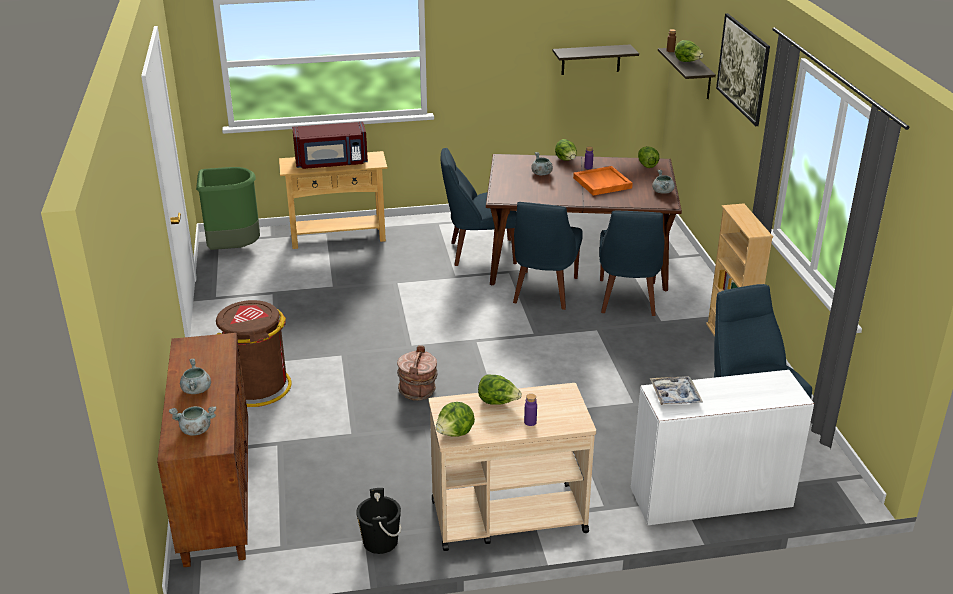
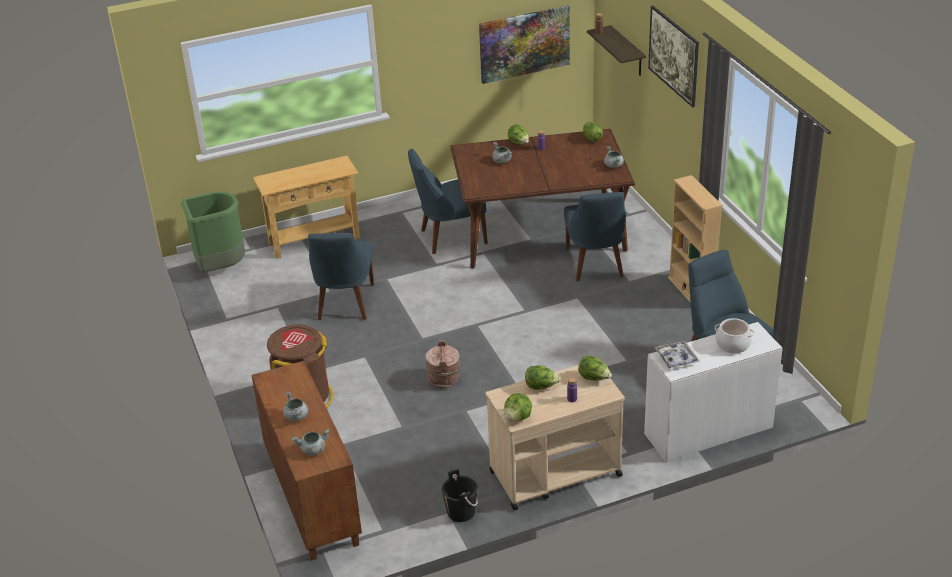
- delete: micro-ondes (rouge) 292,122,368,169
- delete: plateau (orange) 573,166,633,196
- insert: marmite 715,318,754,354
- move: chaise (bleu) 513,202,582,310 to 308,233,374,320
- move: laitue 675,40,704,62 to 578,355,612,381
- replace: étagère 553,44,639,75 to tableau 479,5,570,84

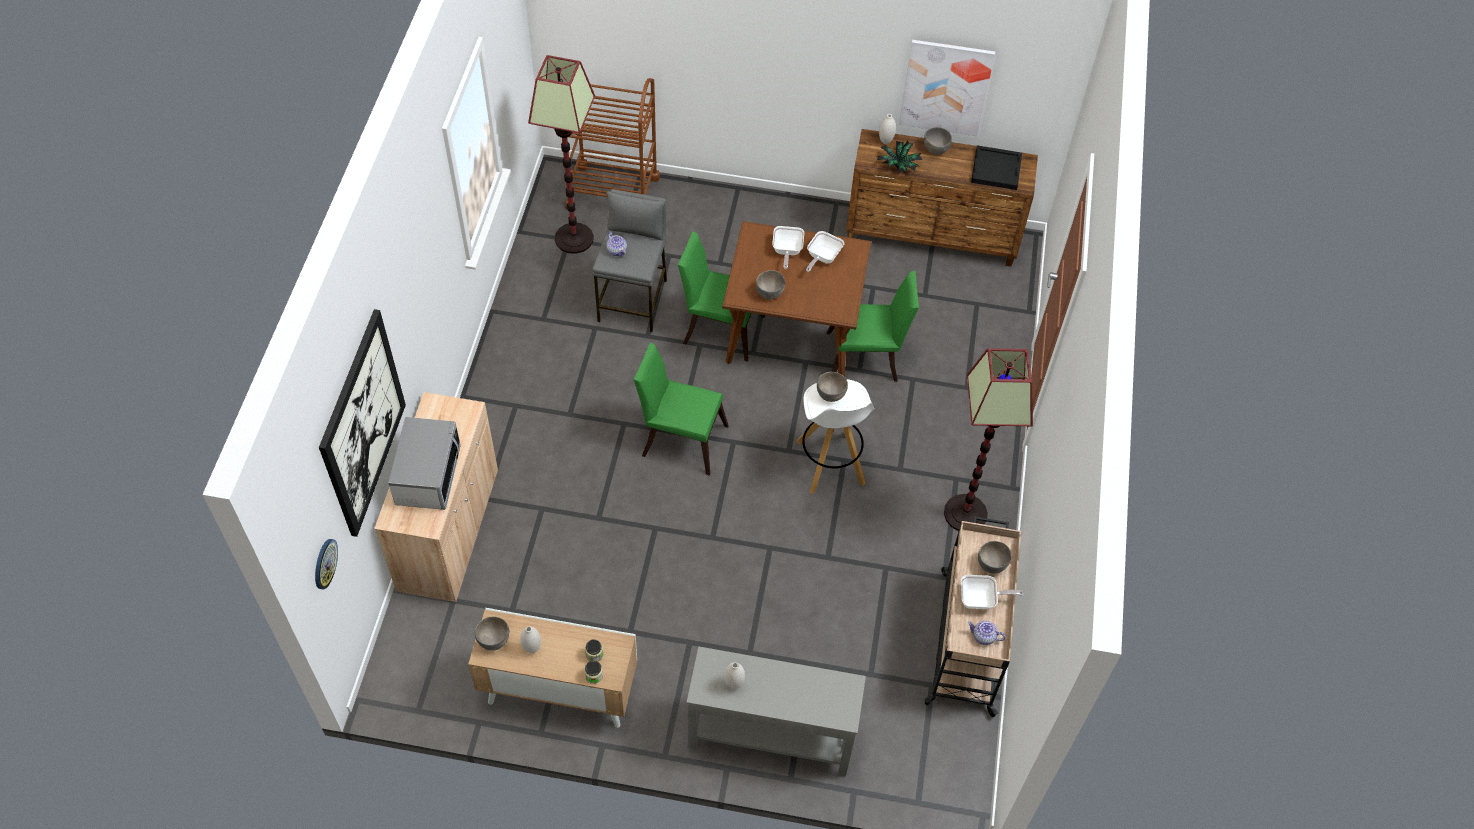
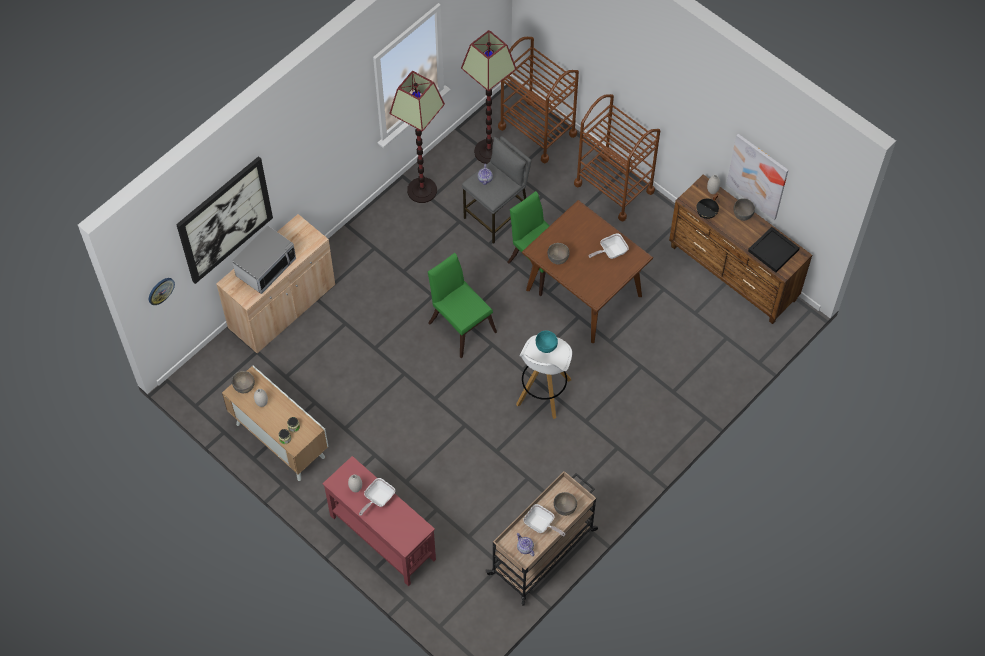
- delete: chaise (vert) 826,271,919,381
- insert: chariot (marron) 574,94,660,222
- move: poêle 772,226,804,269 to 359,478,395,516
- move: lampadaire 944,348,1033,531 to 389,71,445,203
- replace: plante en pot 877,140,922,173 to marmite (noir) 696,193,719,219
- recolor: table console (gris) 686,646,866,776 to table console (rouge) 323,456,436,587
- recolor: bol (gris) 817,372,848,402 to bol (turquoise) 536,331,558,353

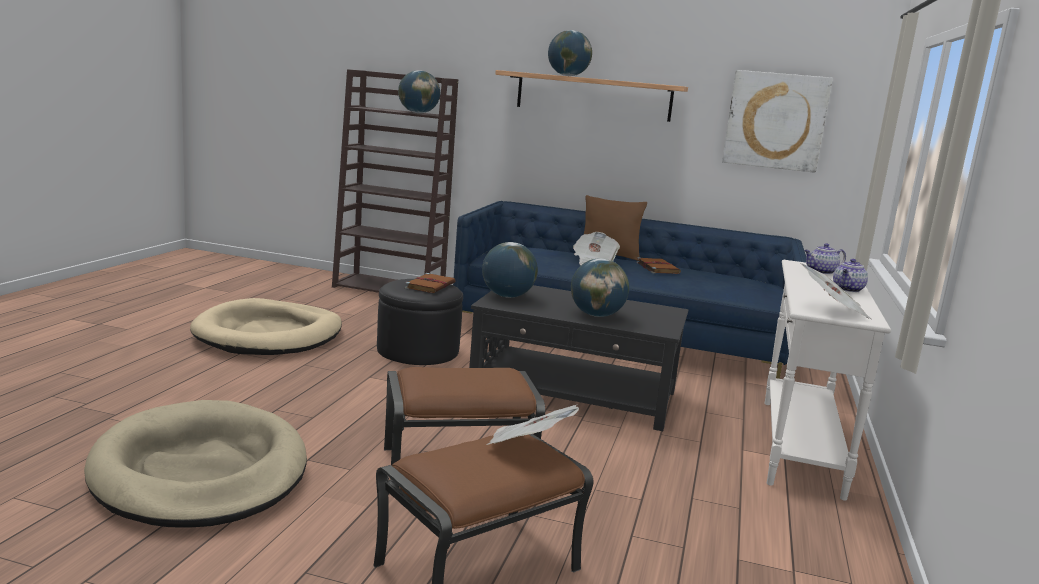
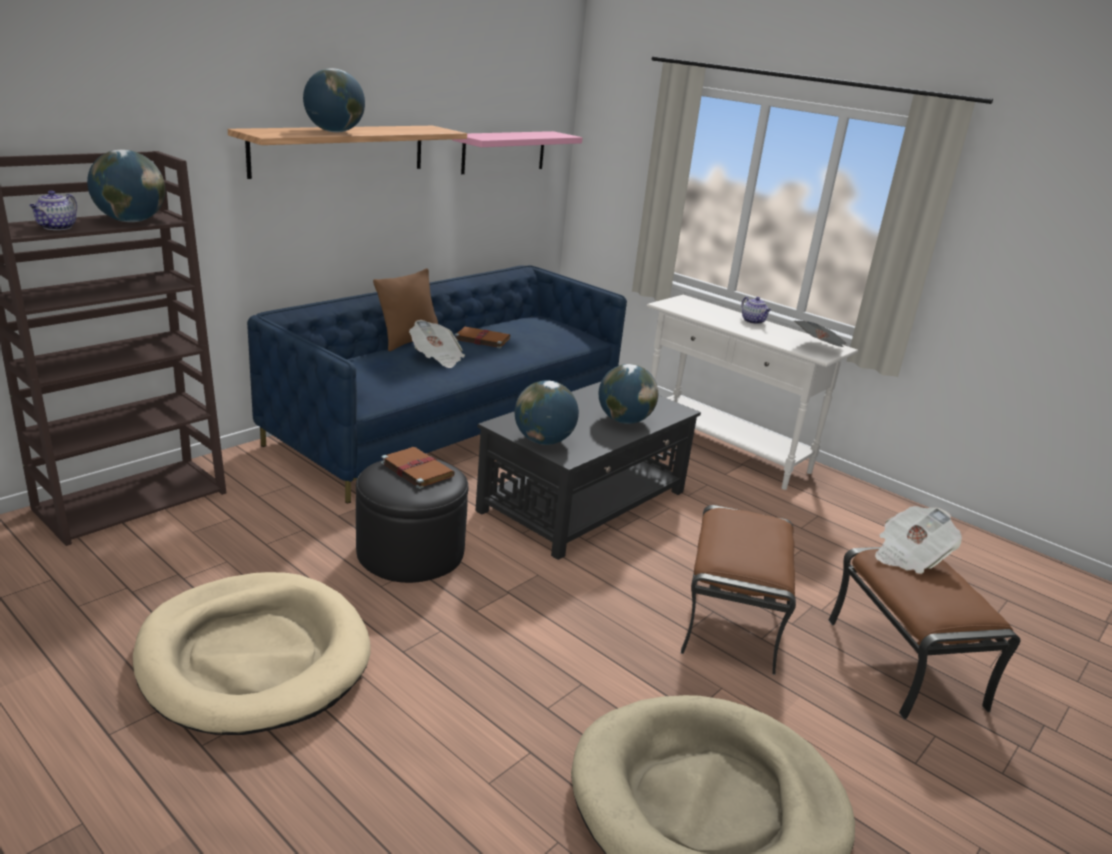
- move: théière 804,243,846,274 to 29,191,77,230
- replace: tableau 722,70,833,173 to étagère (rose) 452,131,583,174

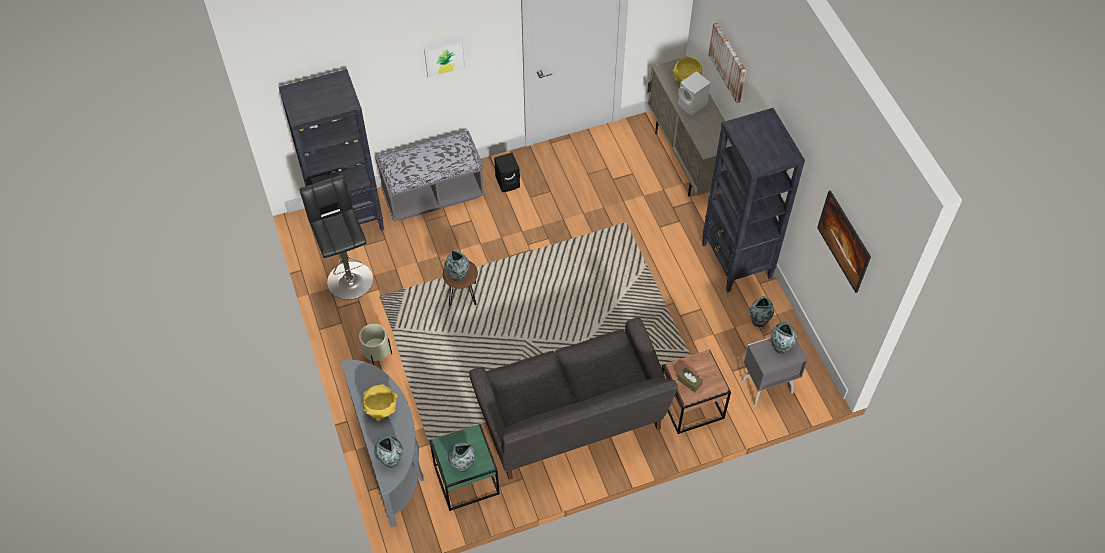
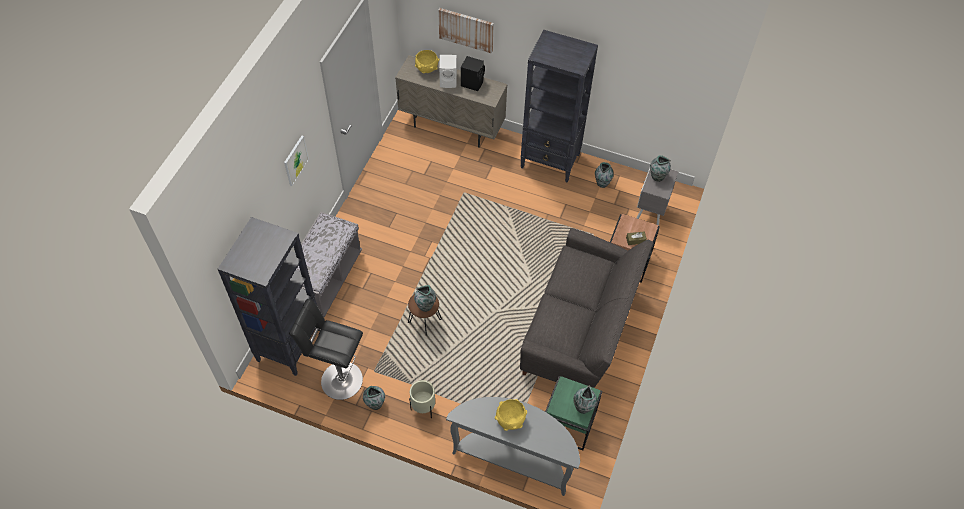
- delete: tableau 817,190,871,293
- move: vase 374,436,403,468 to 363,386,385,410
- move: enceinte (noir) 494,153,520,192 to 461,56,485,91

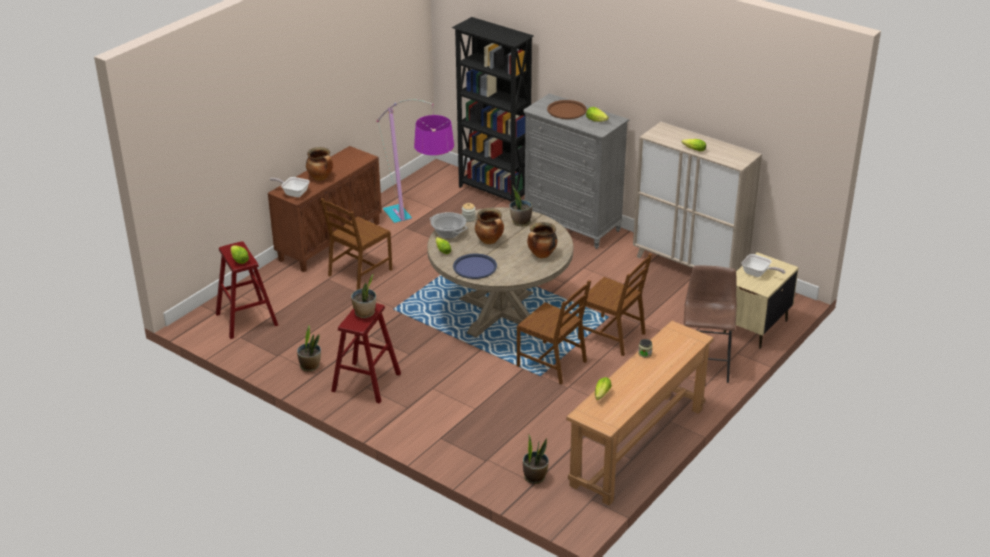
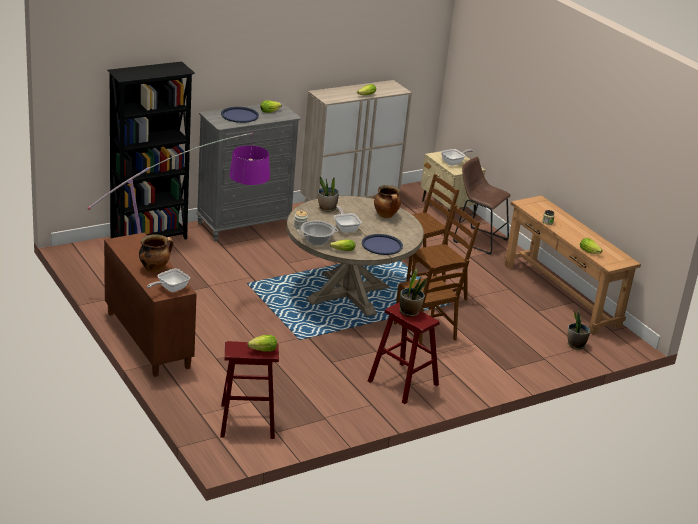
- delete: plante en pot 297,326,321,372
- move: chaise (marron) 321,198,392,290 to 394,259,469,345
- replace: marmite 475,208,504,244 to poêle 334,206,361,233
- recolor: plateau (marron) 547,100,587,119 to plateau (bleu) 221,107,259,123

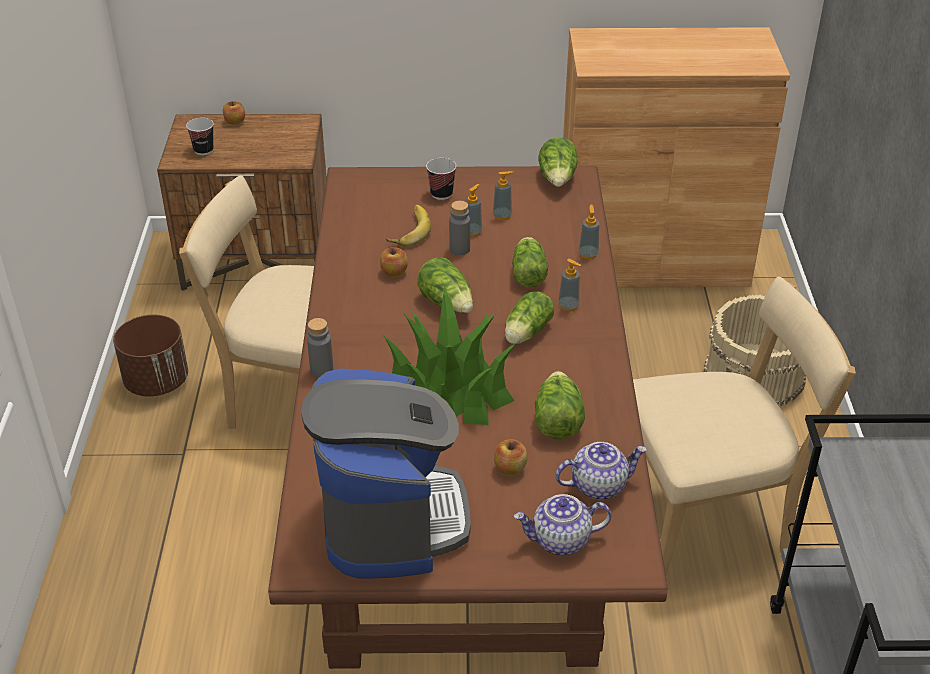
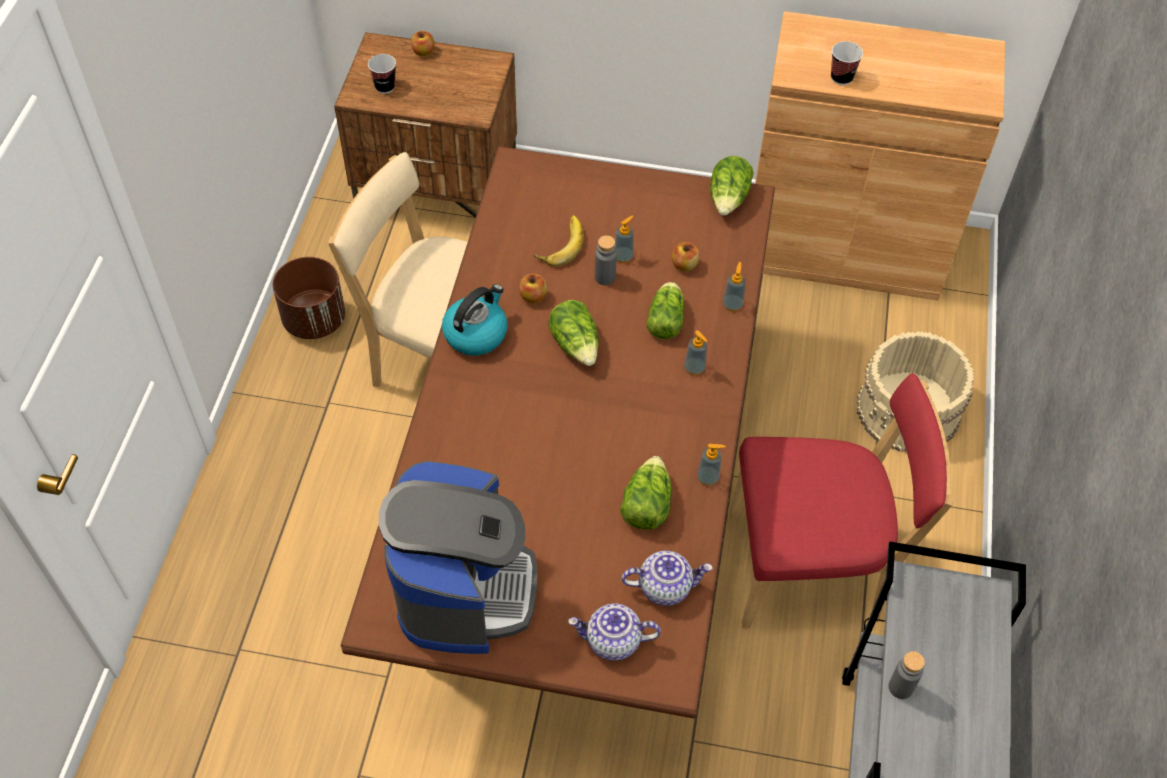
- delete: plante en pot 383,284,516,425
- delete: laitue 505,291,554,344
- insert: bouilloire 442,284,508,355
- move: bouteille (gris) 307,318,333,377 to 889,651,925,699
- move: tasse 426,158,456,200 to 831,41,863,85
- move: distributeur de savon 493,171,514,220 to 697,444,726,486
- move: pomme 494,439,527,476 to 672,242,699,272
- recolor: chaise (beige) 633,276,856,575 to chaise (rouge) 729,373,954,629

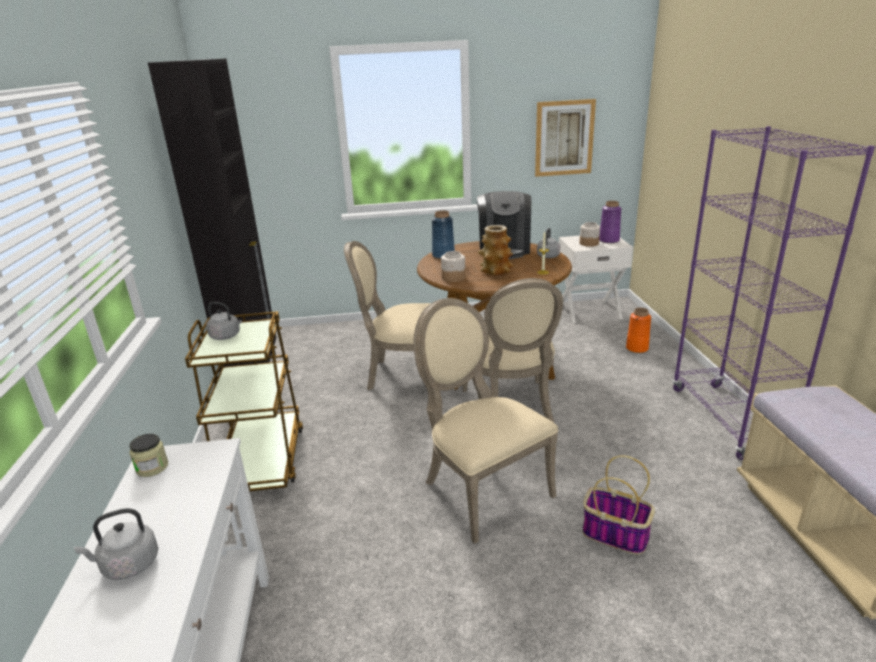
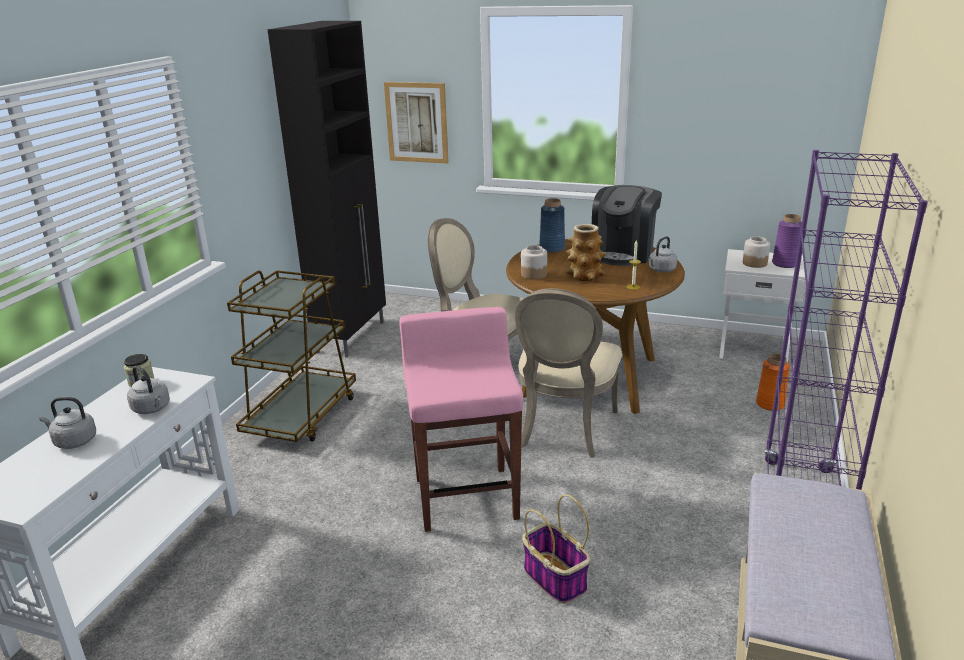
- move: bouilloire (gris) 206,302,242,340 to 127,366,170,414
- move: tableau 535,99,596,177 to 384,82,449,164
- replace: chaise (beige) 413,298,559,544 to tabouret (rose) 399,307,523,532

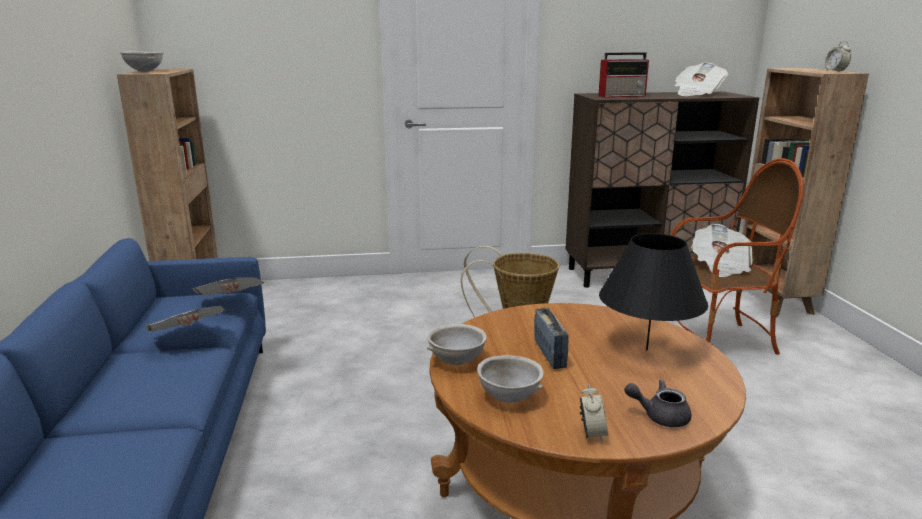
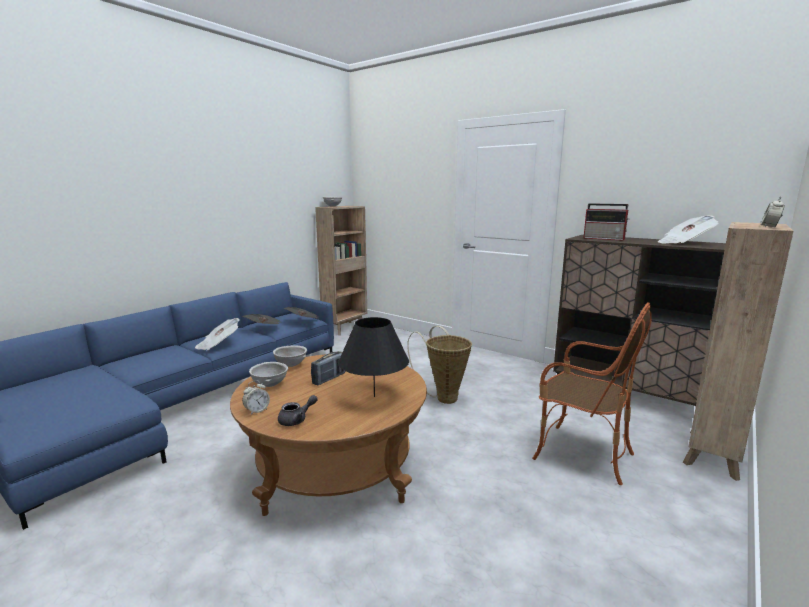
- move: journal 691,224,753,277 to 195,318,240,350
- rotate: théière (gris) 624,380,692,427 = 278,395,318,426 90 degrees clockwise

